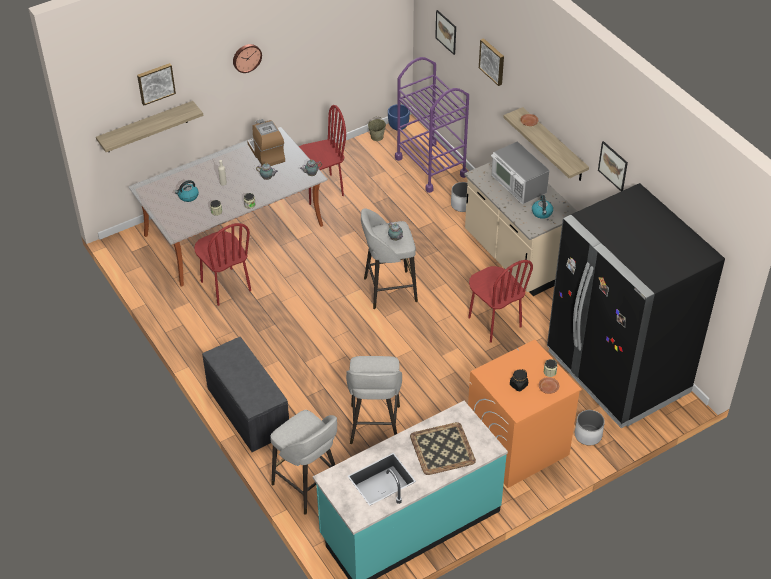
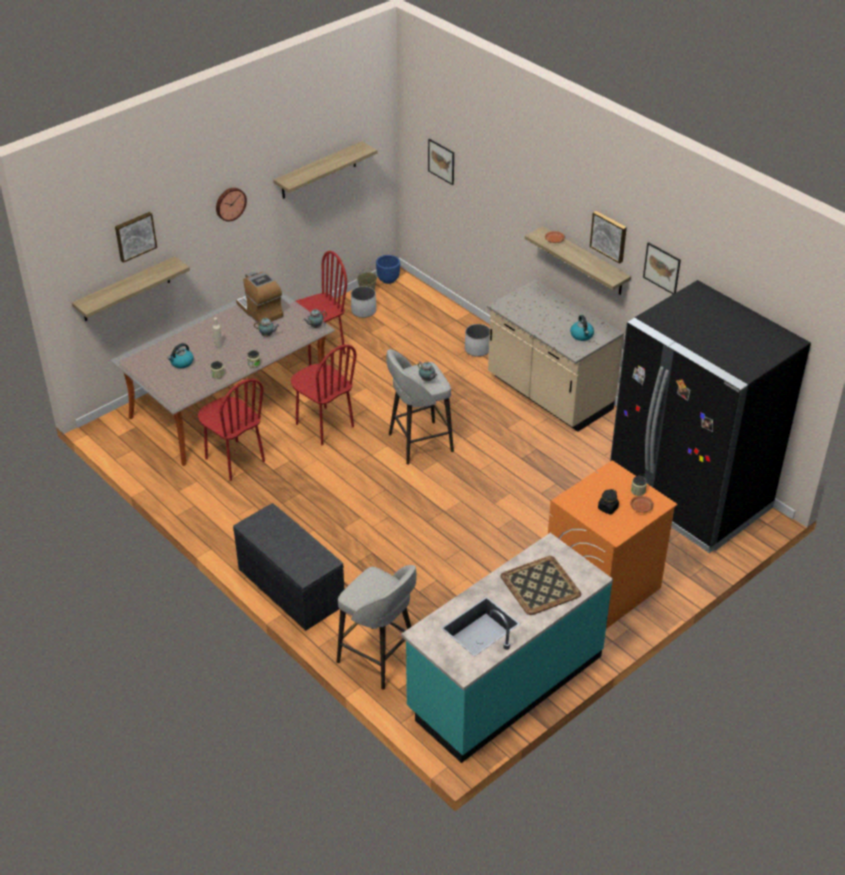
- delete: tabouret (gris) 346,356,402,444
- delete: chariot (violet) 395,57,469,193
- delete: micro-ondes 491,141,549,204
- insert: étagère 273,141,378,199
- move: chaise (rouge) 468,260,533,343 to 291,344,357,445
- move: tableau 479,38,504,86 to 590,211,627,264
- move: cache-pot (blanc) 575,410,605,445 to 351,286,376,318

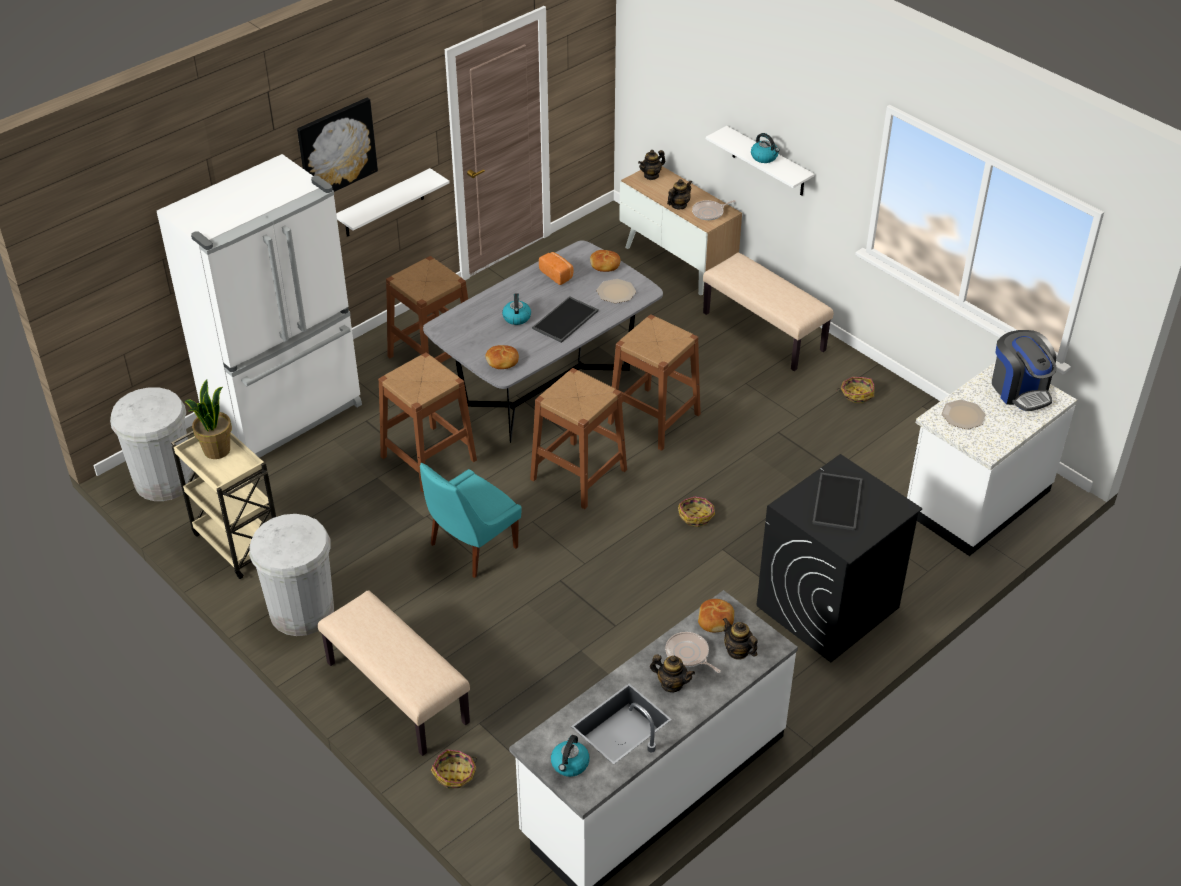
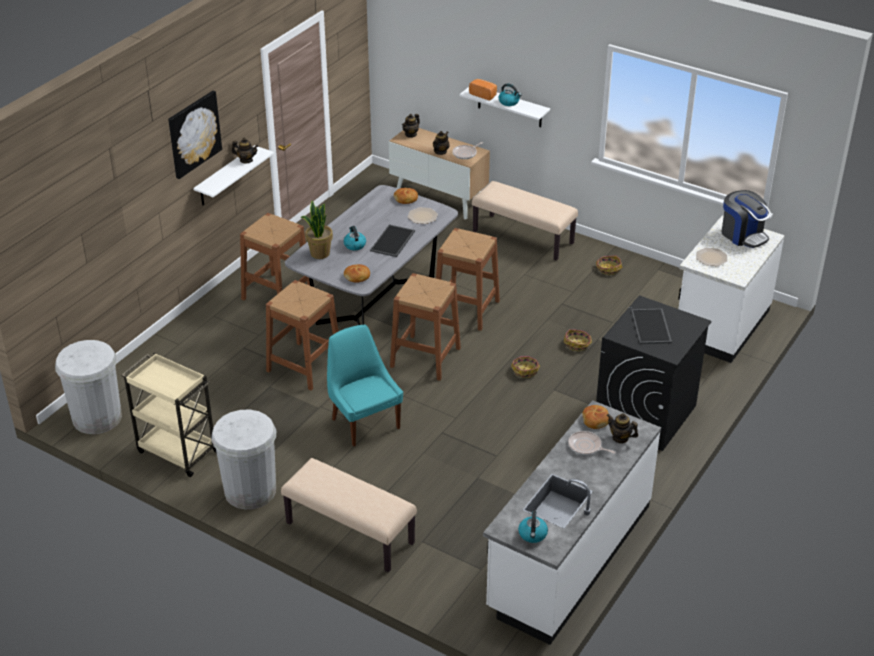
- delete: réfrigérateur (blanc) 157,154,362,458
- move: plante en pot 185,380,232,459 to 300,200,333,259
- move: panier 431,749,477,789 to 564,329,592,351
- move: pain 539,252,574,285 to 469,79,497,100
- move: théière 650,654,695,693 to 231,138,259,163
- rotate: chaise (turquoise) 420,463,521,578 = 327,325,403,447 120 degrees clockwise

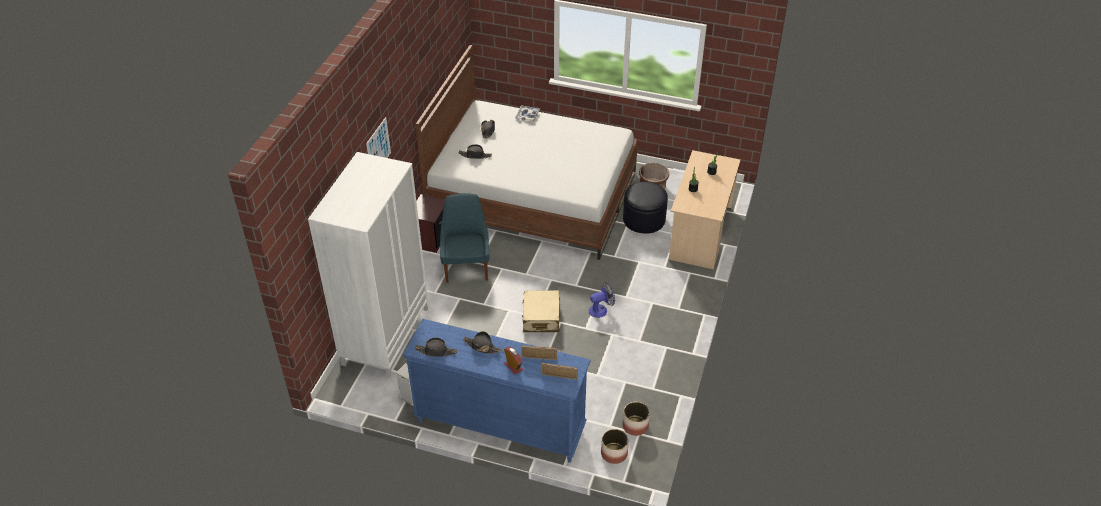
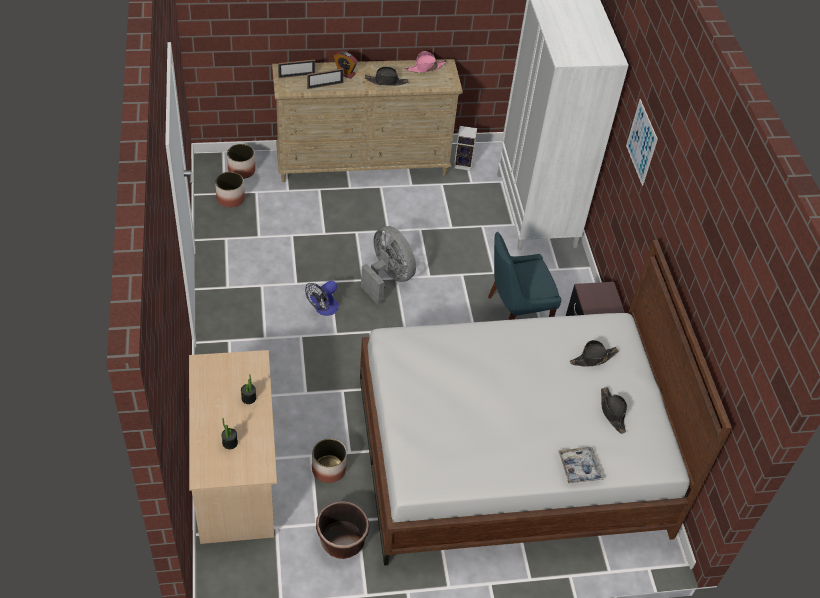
- replace: valise (beige) 522,290,560,332 to ventilateur (gris) 361,226,416,305
- replace: pouf (noir) 623,182,668,233 to cache-pot 312,439,347,483
- recolor: commode (bleu) 403,319,590,463 to commode (beige) 272,59,463,182
- recolor: chapeau (noir) 415,338,457,357 to chapeau (rose) 405,51,447,73
- rotate: chaise (bleu) 440,193,489,283 = 488,232,562,320 105 degrees clockwise

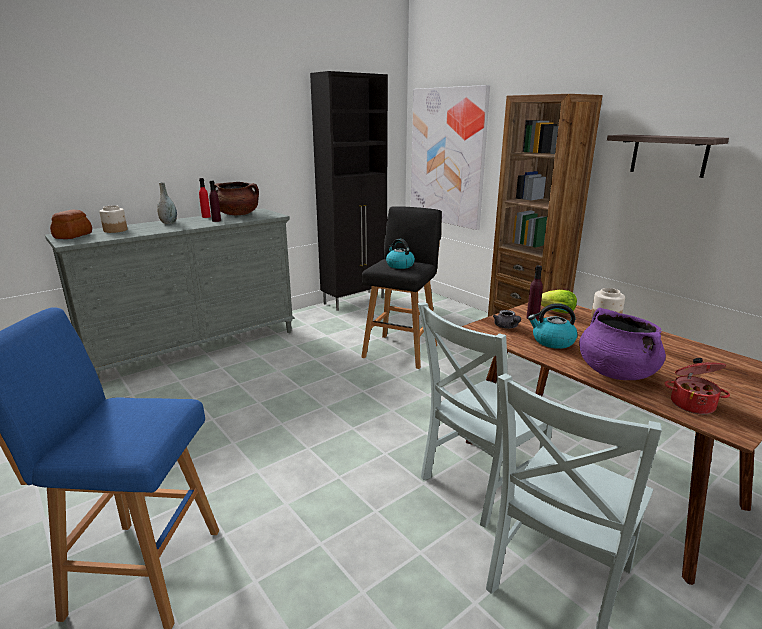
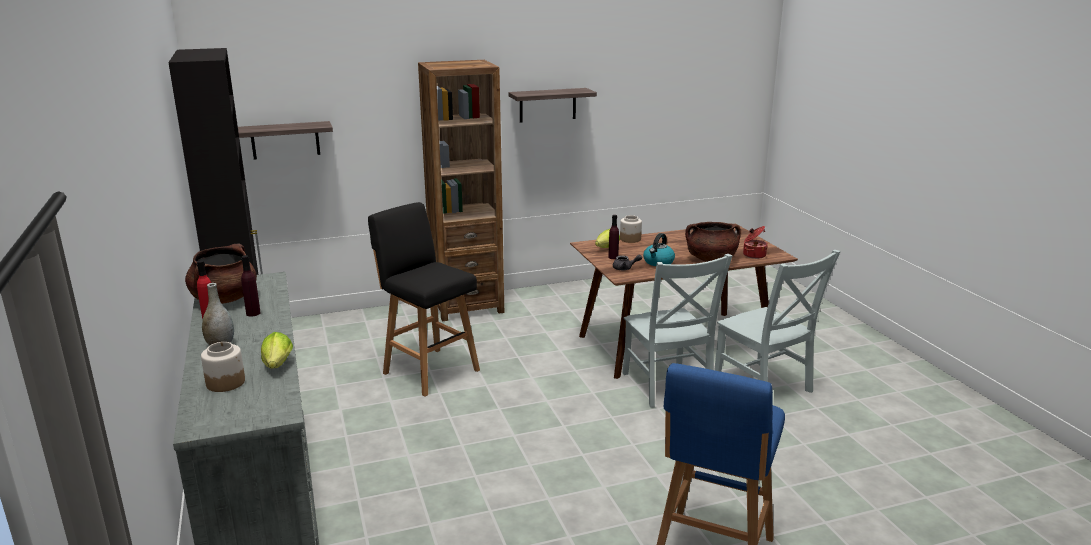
- delete: pain 50,209,92,239
- delete: bouilloire 386,239,415,269
- insert: laitue 261,332,293,369
- replace: tableau 411,85,490,230 to étagère 238,121,333,160
- recolor: marmite (violet) 579,308,666,380 to marmite (marron) 685,222,741,262

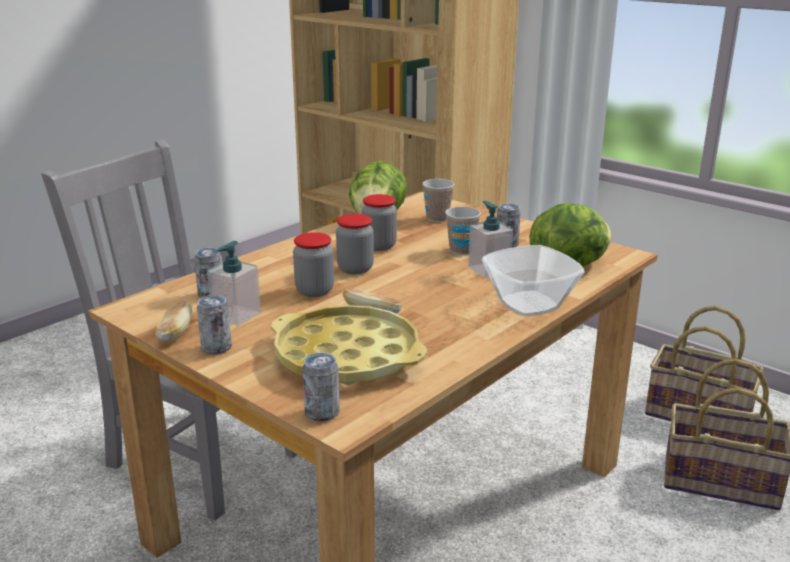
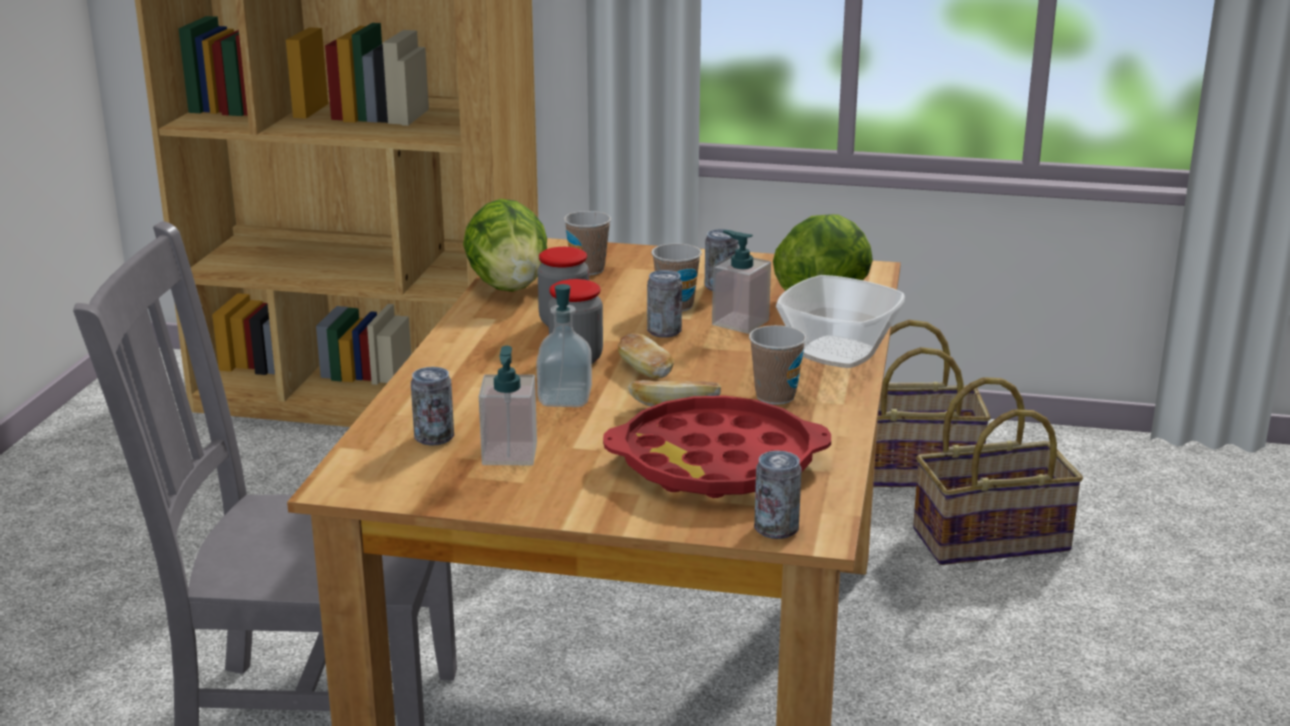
- insert: tasse 749,325,807,405
- move: pain 155,301,192,341 to 618,333,674,379
- move: boîte métallique 197,295,232,355 to 647,270,682,338
- replace: bocal 293,232,334,297 to distributeur de savon 536,284,592,407
- recolor: plateau (jaune) 271,305,427,385 to plateau (rouge) 603,396,831,498

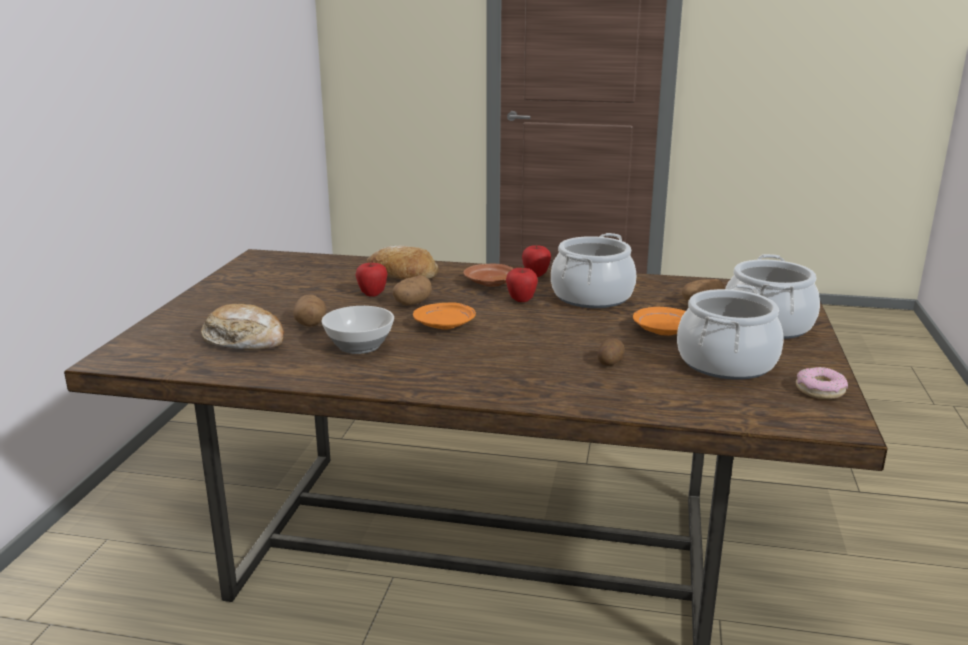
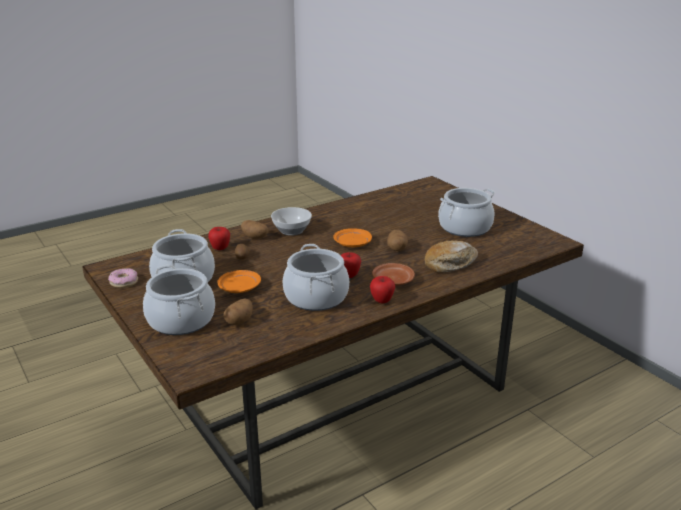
- delete: pain 201,304,284,350
- insert: marmite 438,188,495,237
- move: pomme de terre 293,295,327,327 to 241,220,269,239
- move: bol 321,306,394,354 to 271,207,312,236
- move: pomme 356,263,387,297 to 208,227,230,250

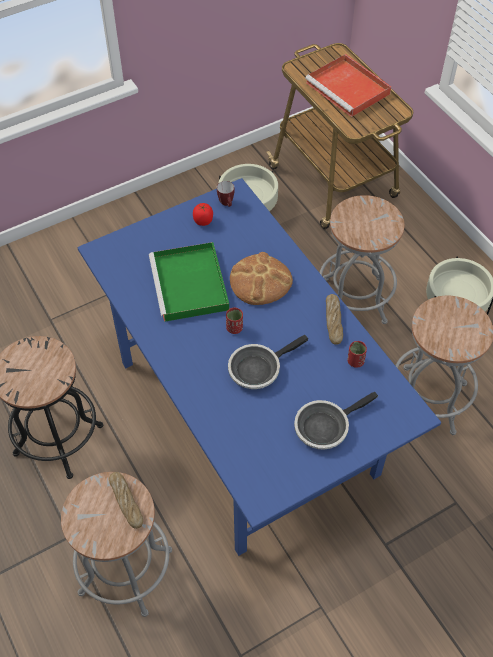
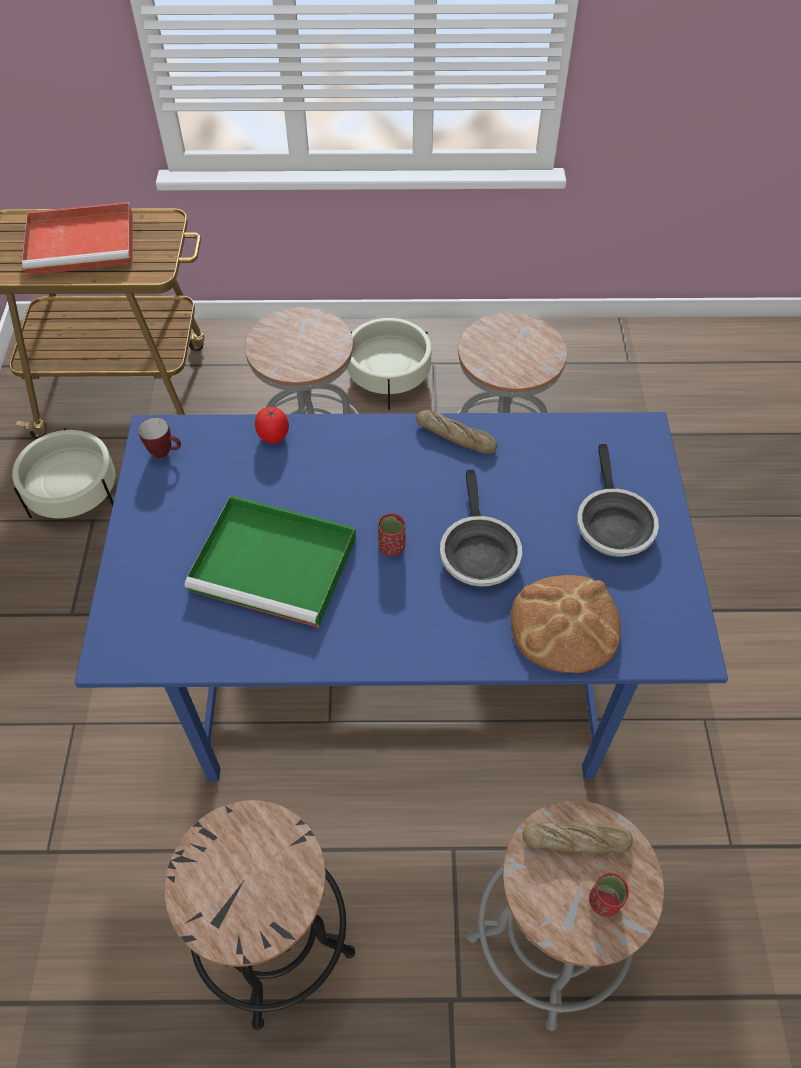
- move: tomate 193,203,213,226 to 255,407,289,444
- move: pain 230,252,293,305 to 511,575,621,673
- move: tasse (rouge) 348,341,367,368 to 589,873,630,917

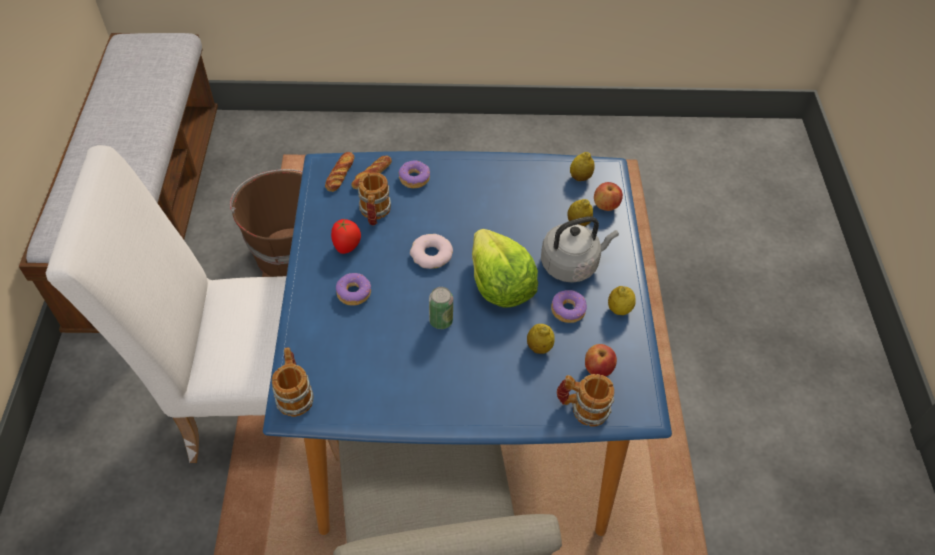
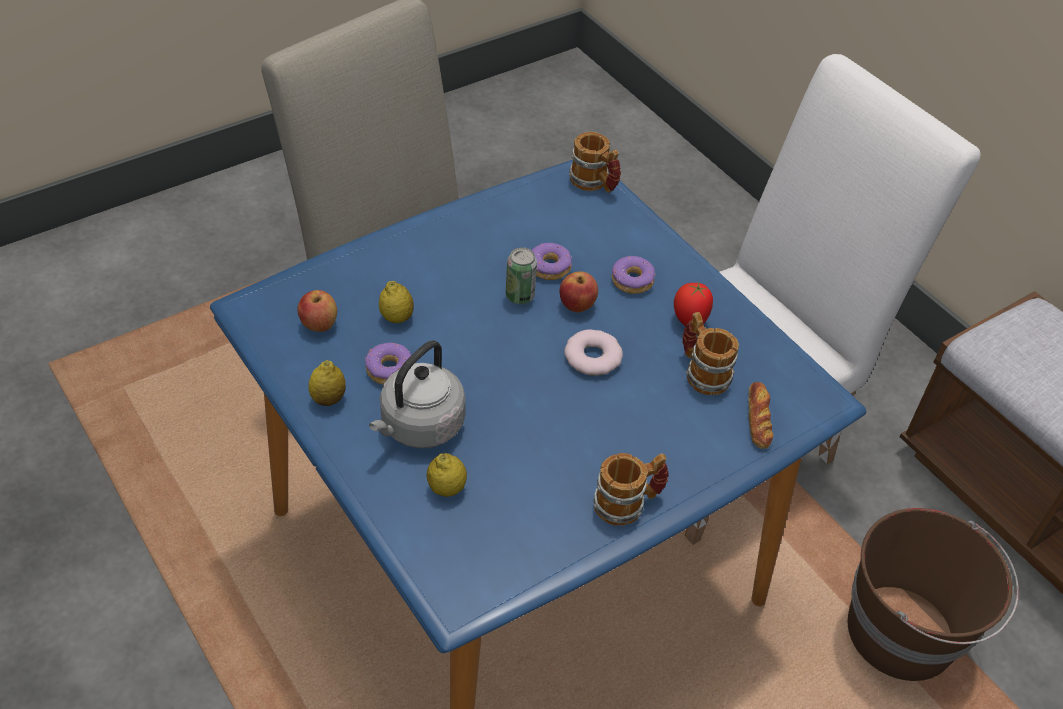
- delete: pain 325,152,354,192
- delete: laitue 472,229,538,307
- delete: citron 570,152,595,181
- move: beignet 399,160,430,188 to 532,243,572,280
- move: mug 557,374,614,427 to 594,453,669,526
- move: pomme 594,182,623,211 to 560,271,598,312

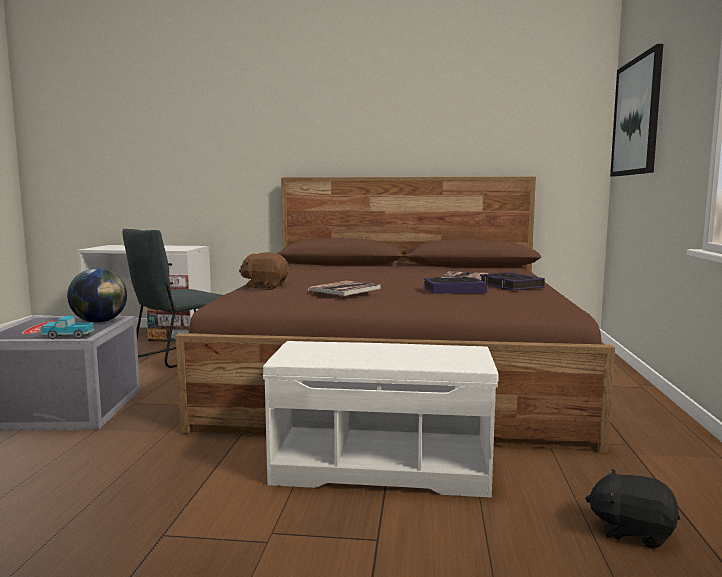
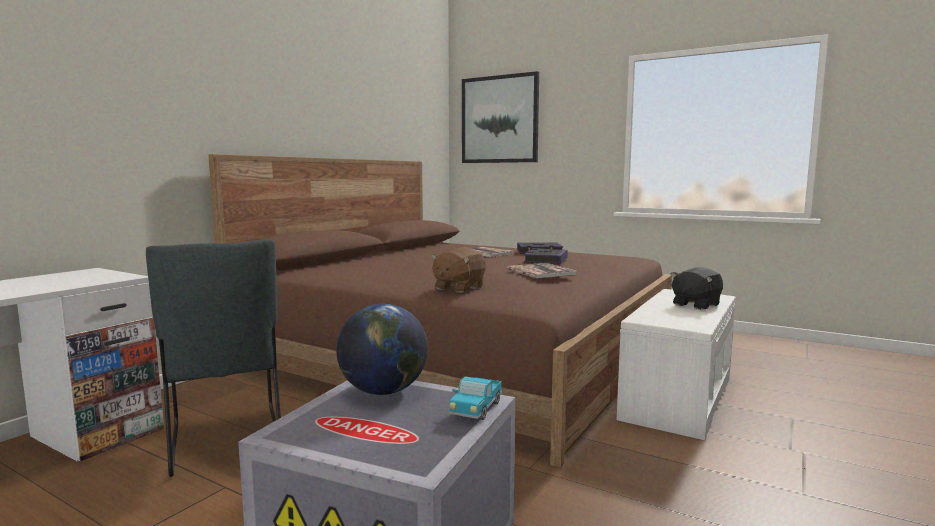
- move: peluche (noir) 585,469,680,549 to 671,267,723,310

